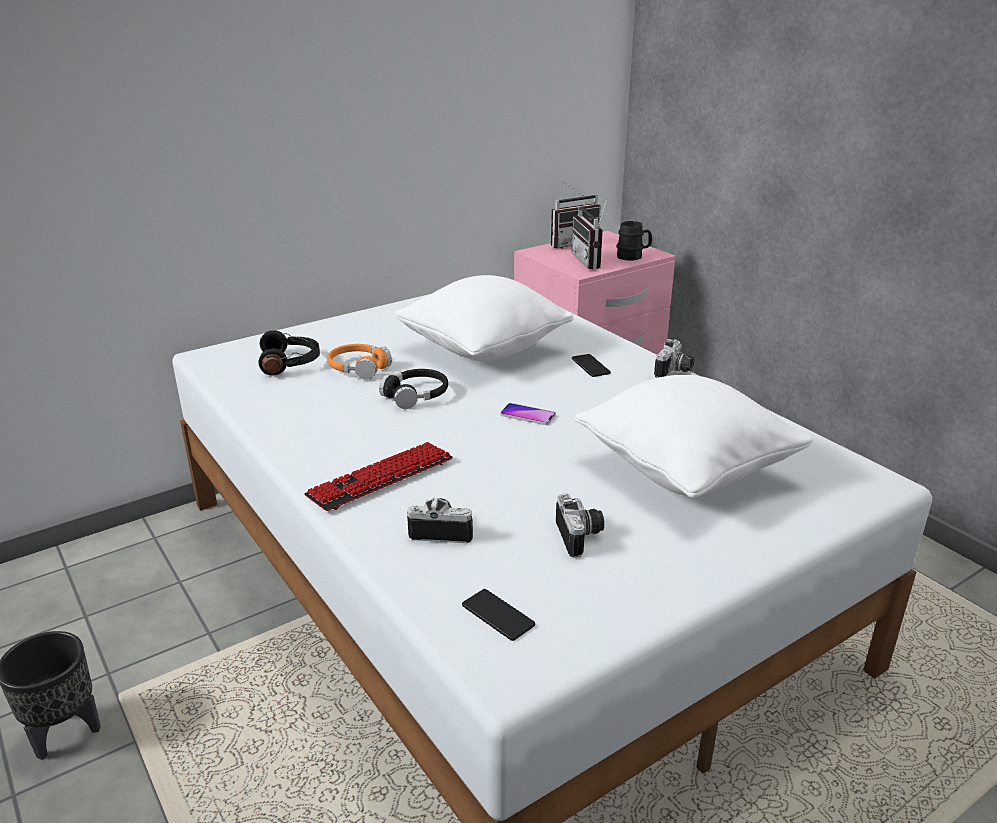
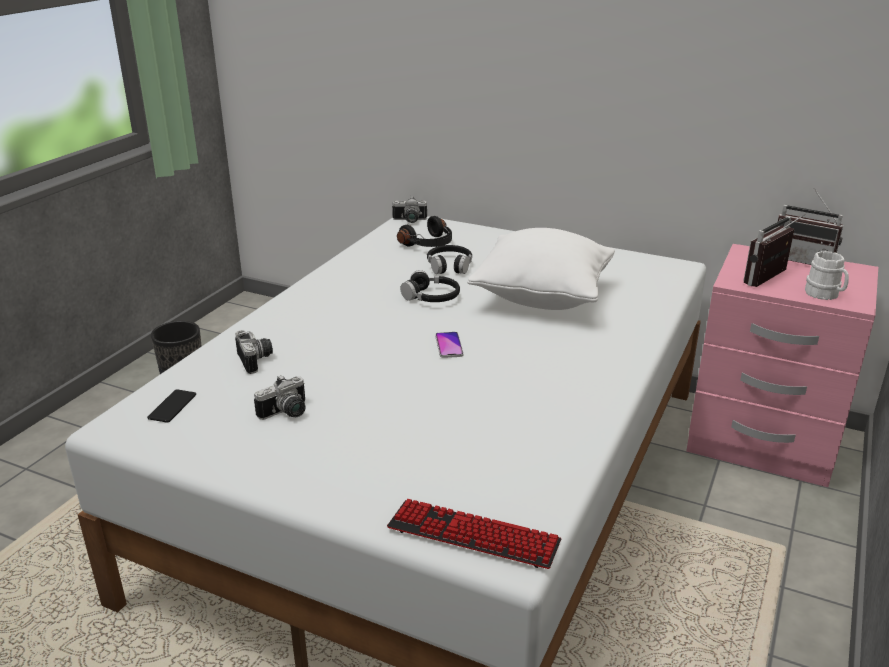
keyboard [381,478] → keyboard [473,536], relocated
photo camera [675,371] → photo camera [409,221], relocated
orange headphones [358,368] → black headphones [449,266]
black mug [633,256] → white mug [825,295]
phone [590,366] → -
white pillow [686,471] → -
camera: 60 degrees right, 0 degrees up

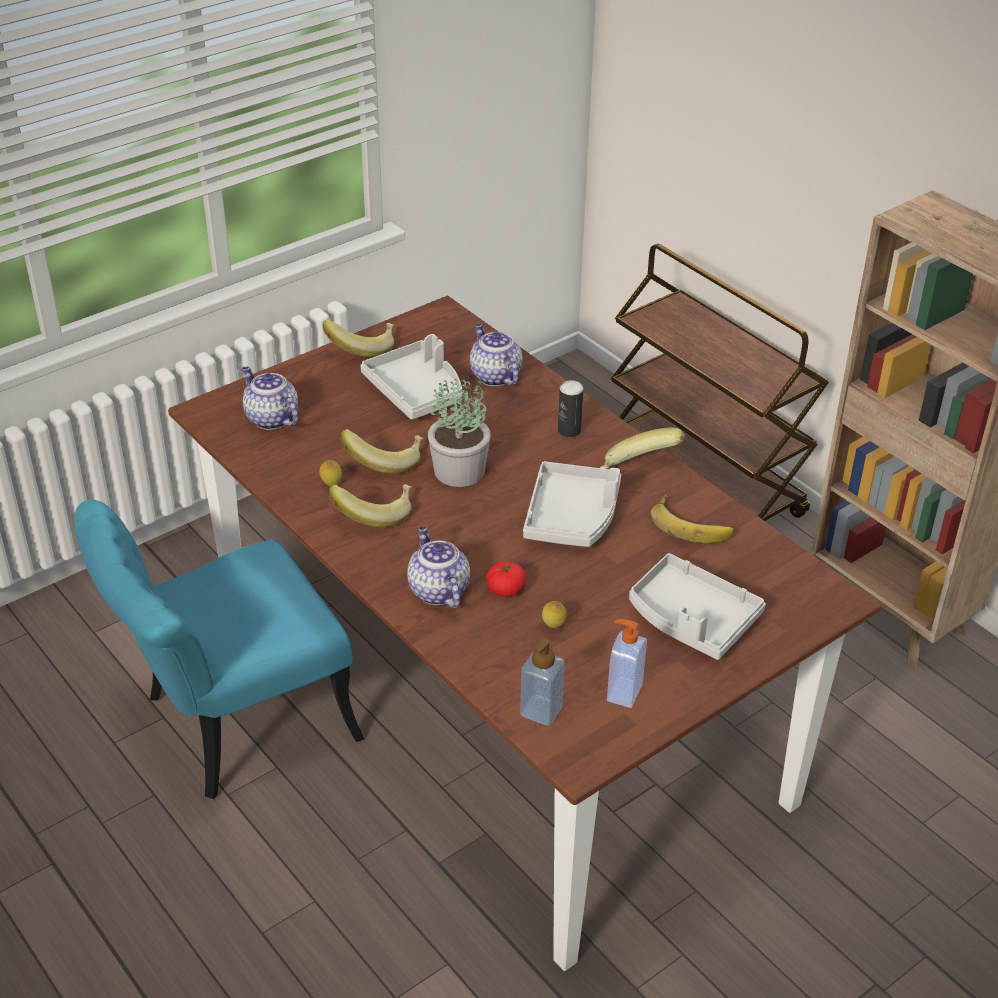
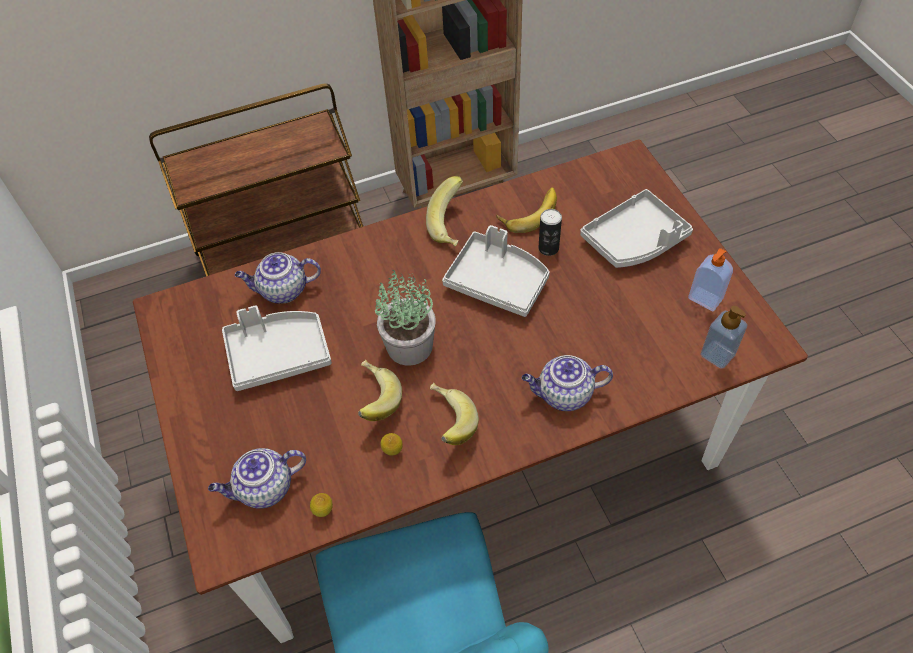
lemon [553,627] → lemon [324,511], relocated
can [569,430] → can [548,248], relocated
banana [362,348] → -
tomato [505,589] → -
camera: 70 degrees left, 15 degrees up

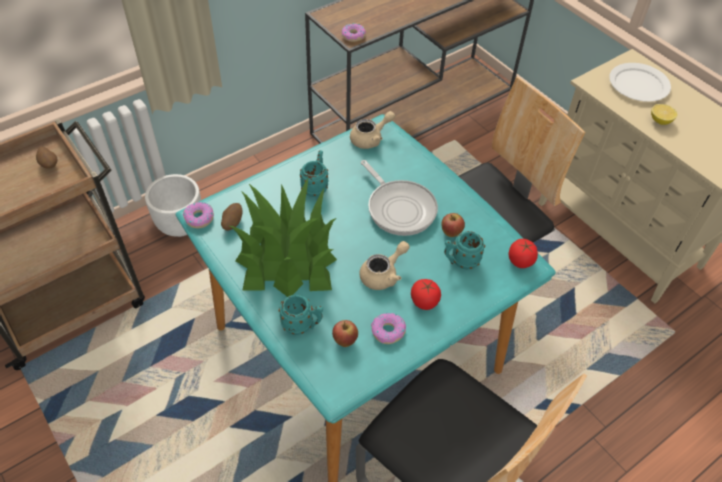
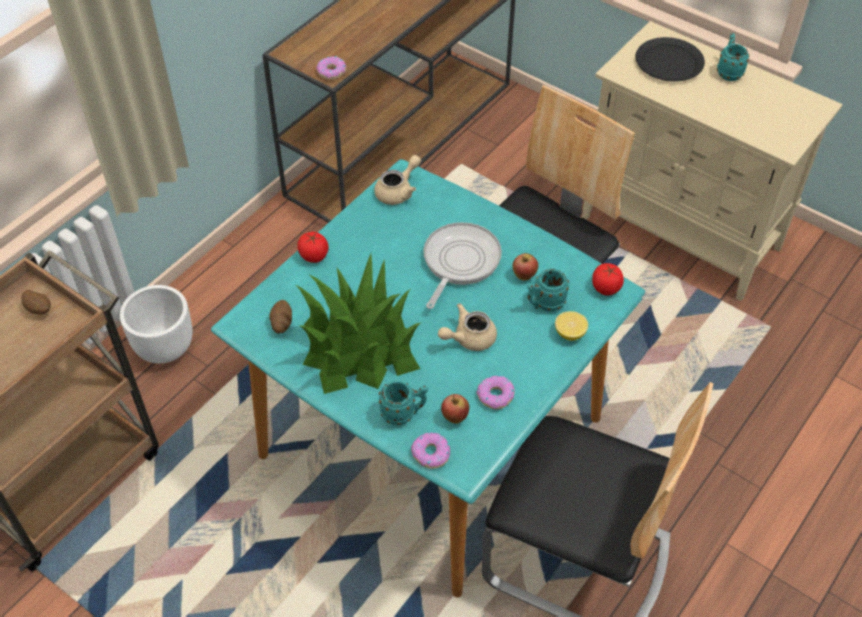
tomato [424,301] → tomato [314,255], relocated
donut [199,218] → donut [431,454], relocated
frying pan [399,208] → frying pan [459,262], 105 degrees counterclockwise
beige teapot [383,274] → beige teapot [469,338], 150 degrees counterclockwise
lemon [660,121] → lemon [570,333], relocated
white plate [638,84] → black plate [668,62]
turquoise mug [316,186] → turquoise mug [728,71], relocated
camera: 15 degrees left, 0 degrees up

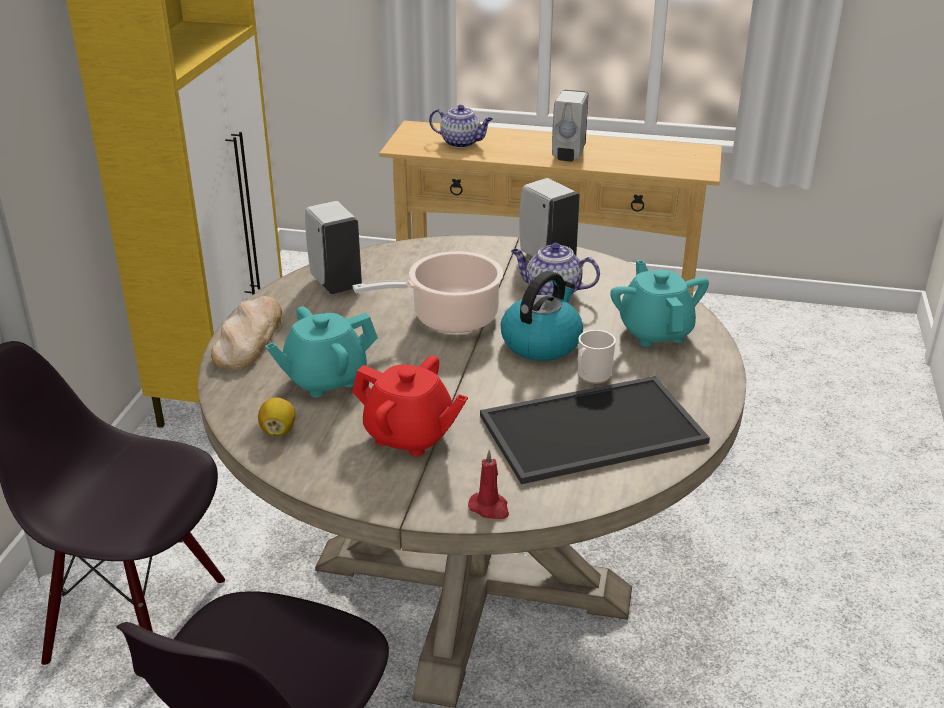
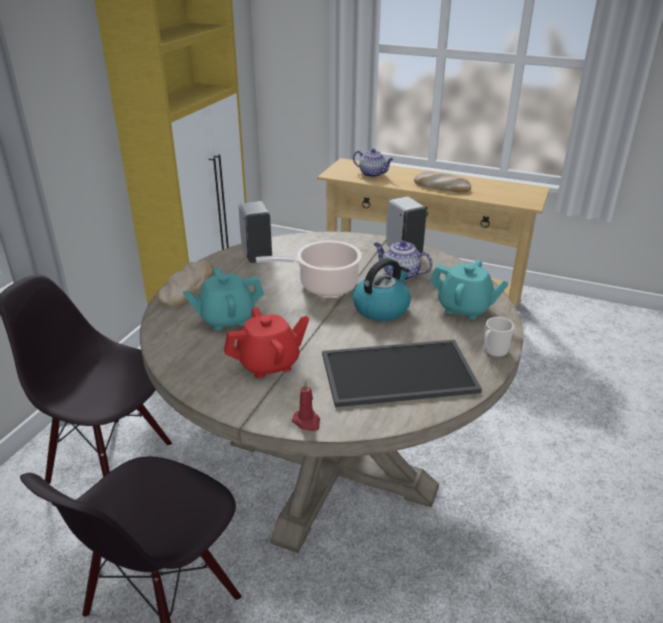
red teapot [410,436] → red teapot [269,364], 60 degrees counterclockwise
white soap dispenser [568,155] → bread [441,186]
turquoise teapot [655,332] → turquoise teapot [464,308], 120 degrees clockwise
mug [591,376] → mug [493,351], relocated
lemon [278,430] → -
camera: 10 degrees right, 0 degrees up

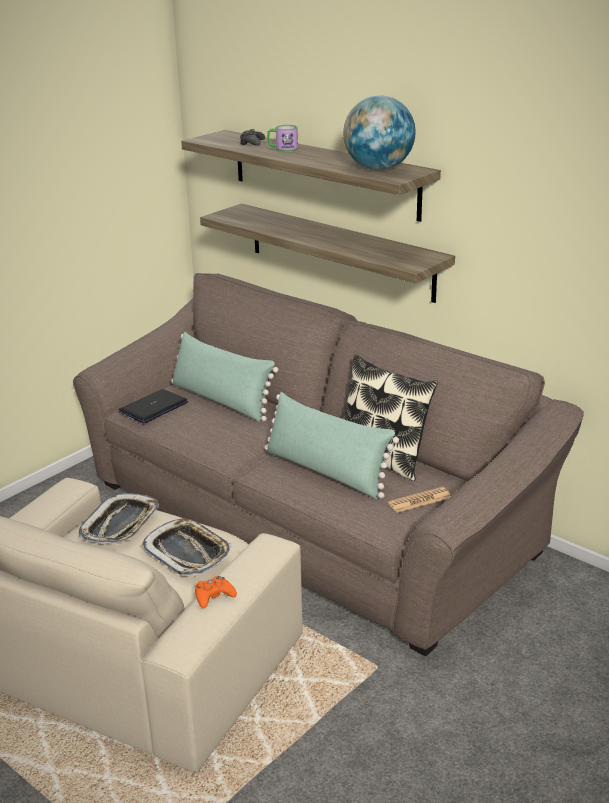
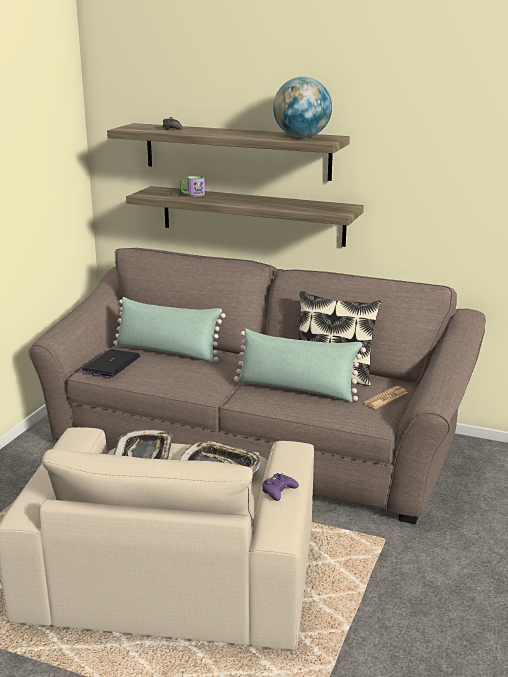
mug [282,149] → mug [192,194], relocated
orange game controller [213,596] → purple game controller [278,491]
camera: 20 degrees left, 5 degrees down

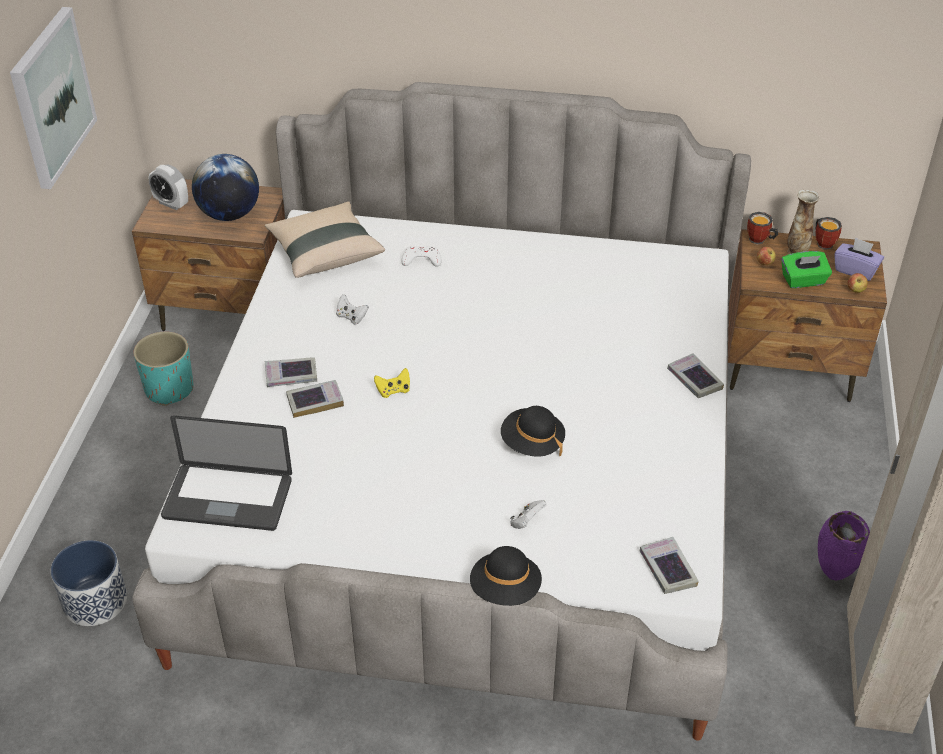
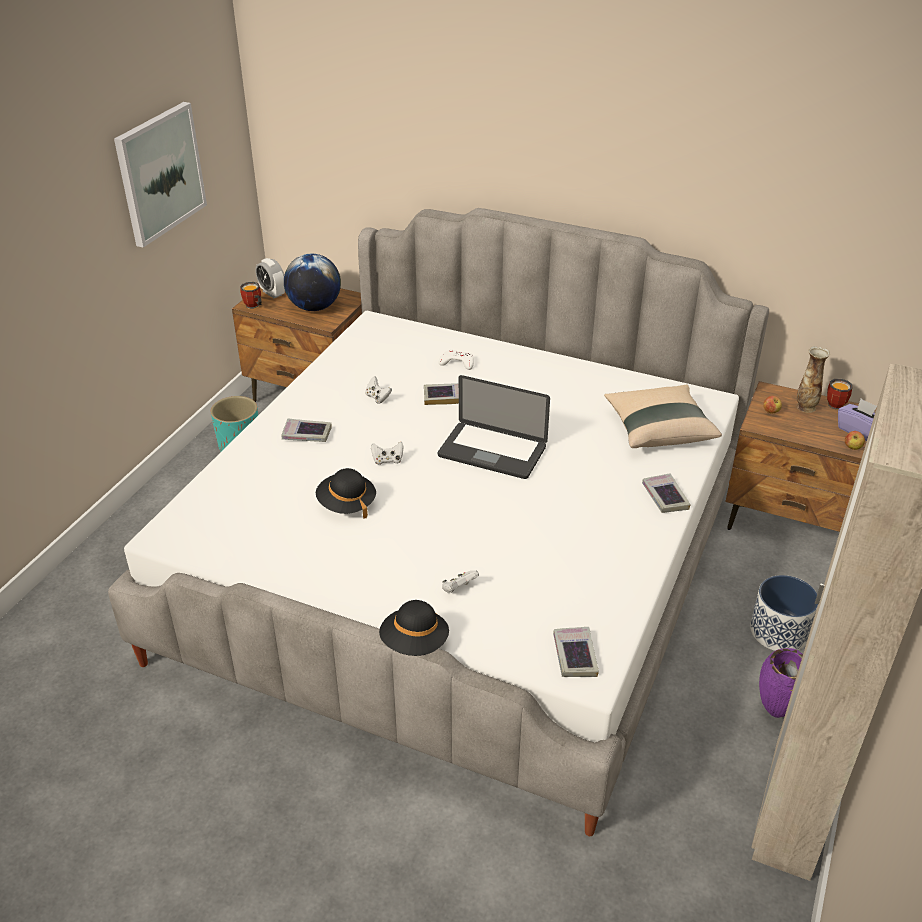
mug [759,241] → mug [253,306], relocated
black hat [532,443] → black hat [346,504], relocated
yellow game controller [393,391] → white game controller [387,460]
book [315,401] → book [445,397], relocated
laptop [228,499] → laptop [492,452], relocated
beige pillow [325,253] → beige pillow [658,430], relocated
planter [95,601] → planter [778,631], relocated
green tissue box [803,281] → -
camera: 15 degrees right, 5 degrees down

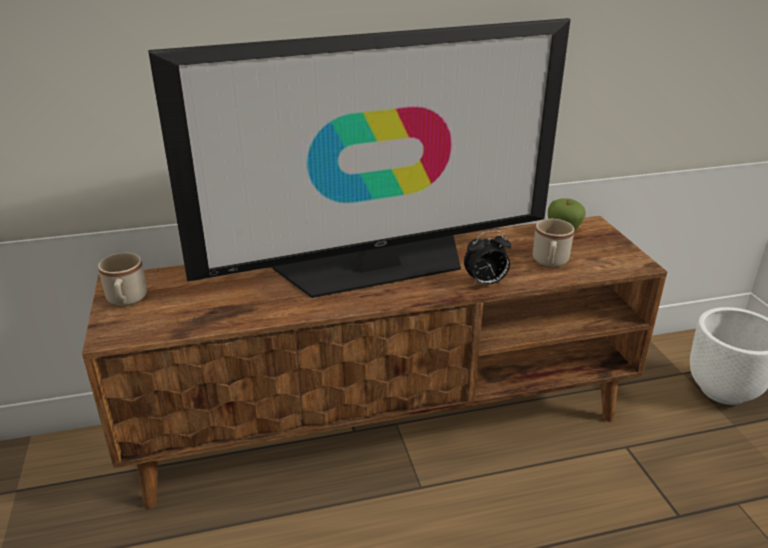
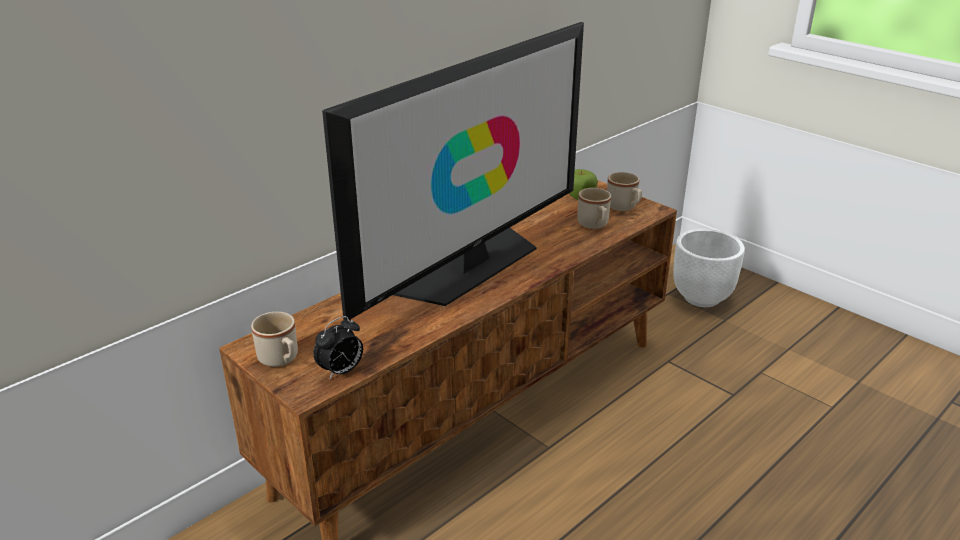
alarm clock [485,283] → alarm clock [341,371], relocated
- → beige mug [624,207]
camera: 30 degrees left, 0 degrees up

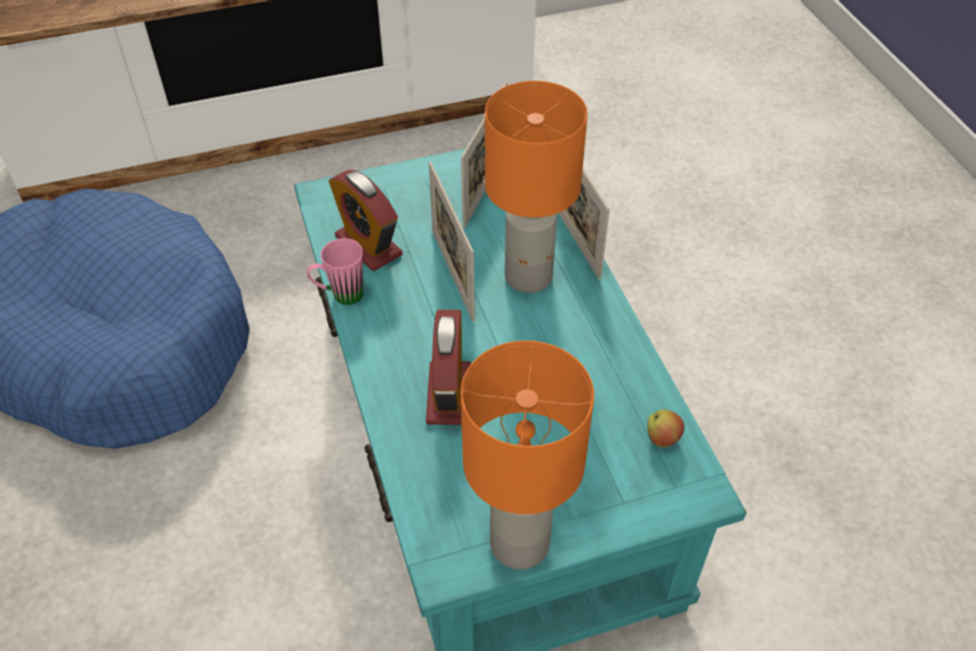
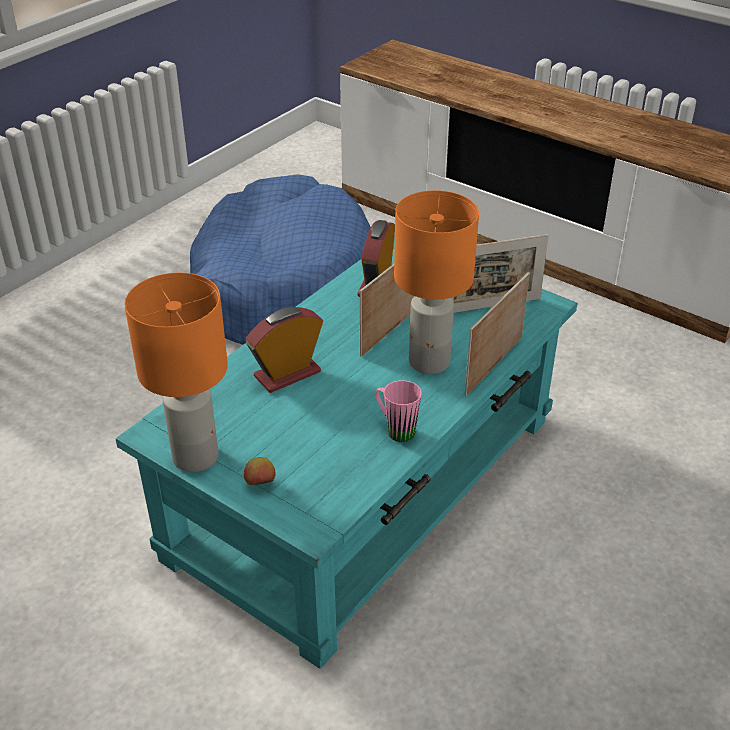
apple [662,439] → apple [260,484], relocated
pink mug [340,295] → pink mug [395,429], relocated
camera: 55 degrees right, 10 degrees down

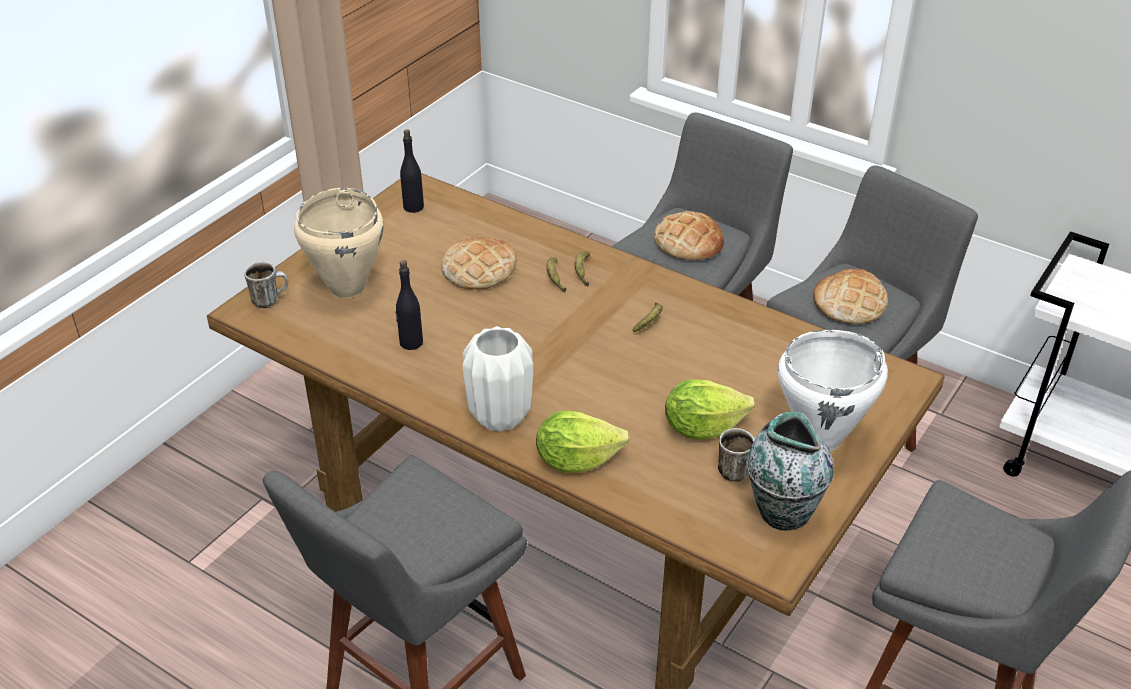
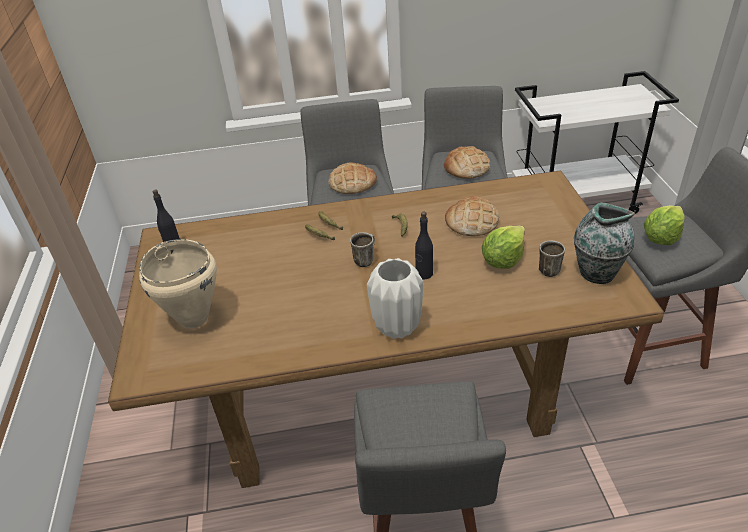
mug [270,300] → mug [365,259], relocated
black bottle [411,343] → black bottle [424,274], relocated
bread [479,269] → bread [471,221], relocated
lettuce [576,460] → lettuce [661,238], relocated
white cooking pot [822,438] → -
camera: 40 degrees left, 0 degrees up

